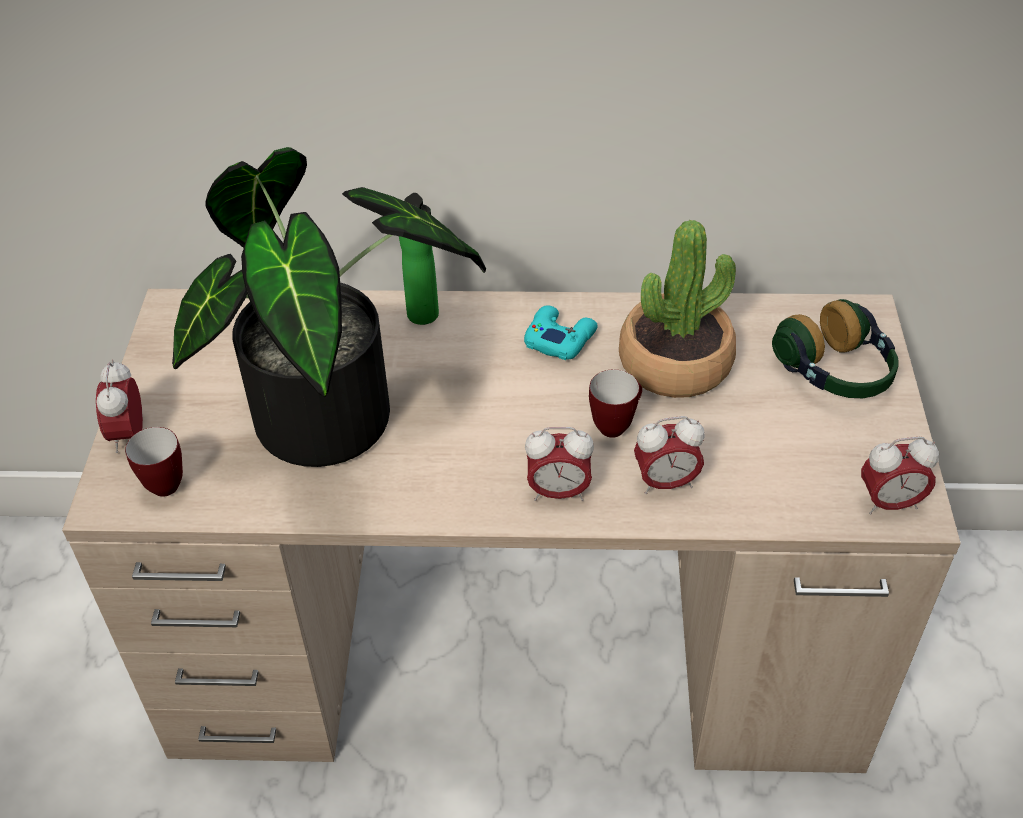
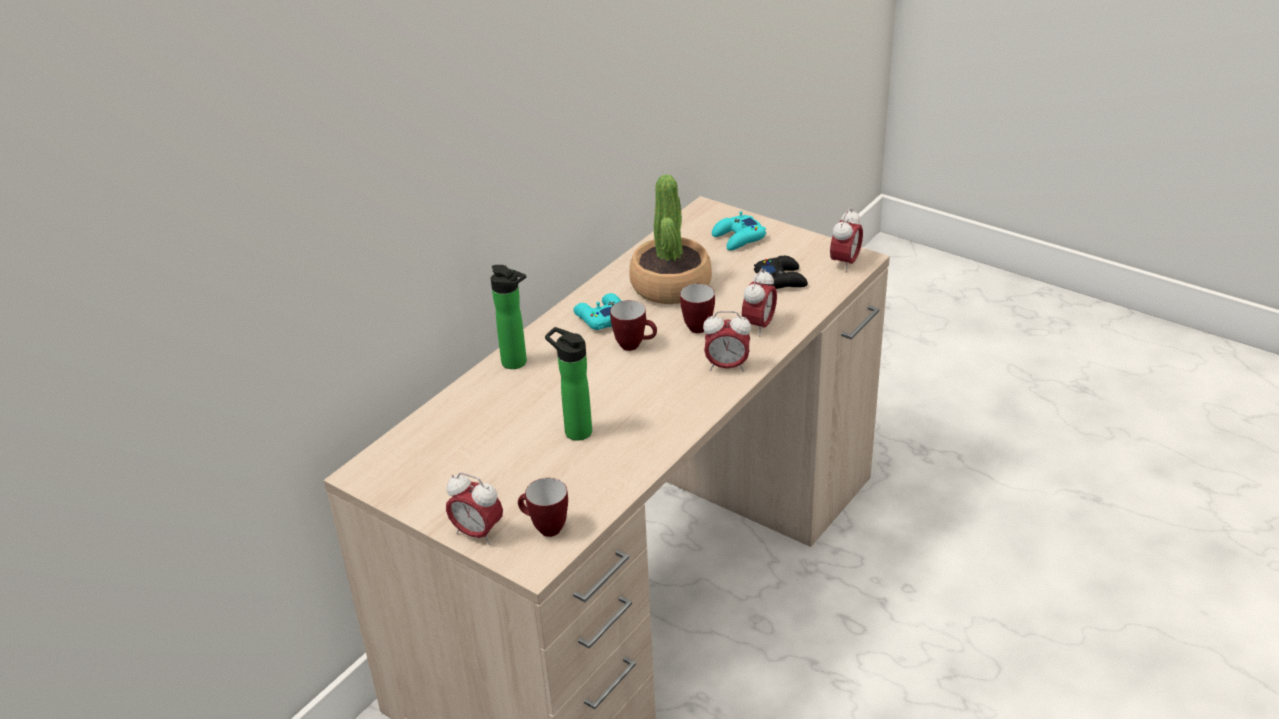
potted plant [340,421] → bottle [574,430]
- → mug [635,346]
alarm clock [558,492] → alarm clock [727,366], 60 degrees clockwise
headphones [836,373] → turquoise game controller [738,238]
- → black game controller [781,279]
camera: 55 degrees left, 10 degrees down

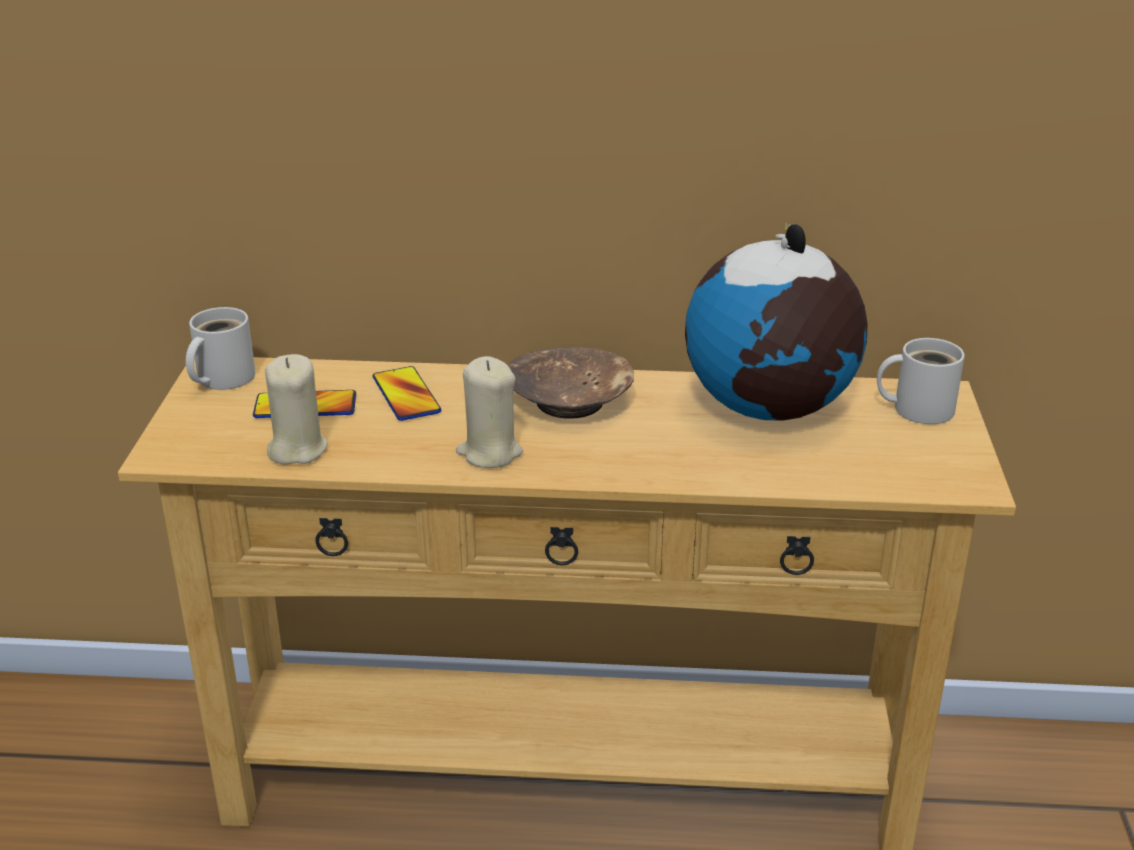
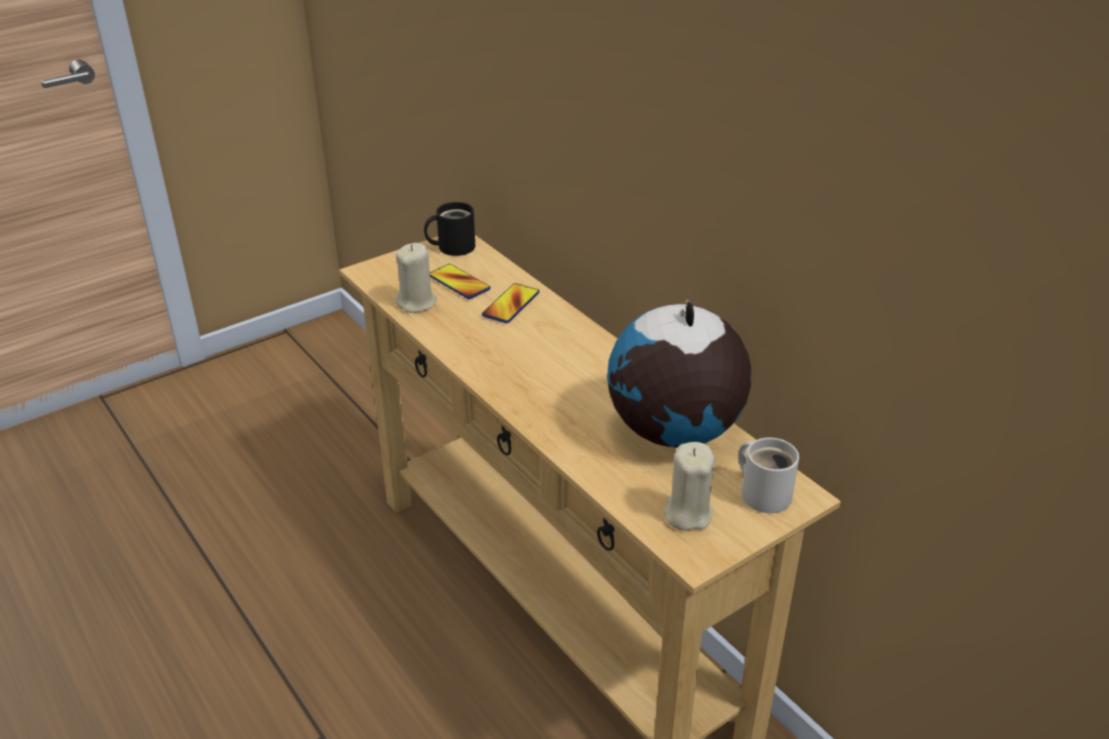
white mug [221,378] → black mug [452,246]
beige candle [489,453] → beige candle [687,514], relocated
brown bowl [570,402] → -
camera: 50 degrees right, 5 degrees up

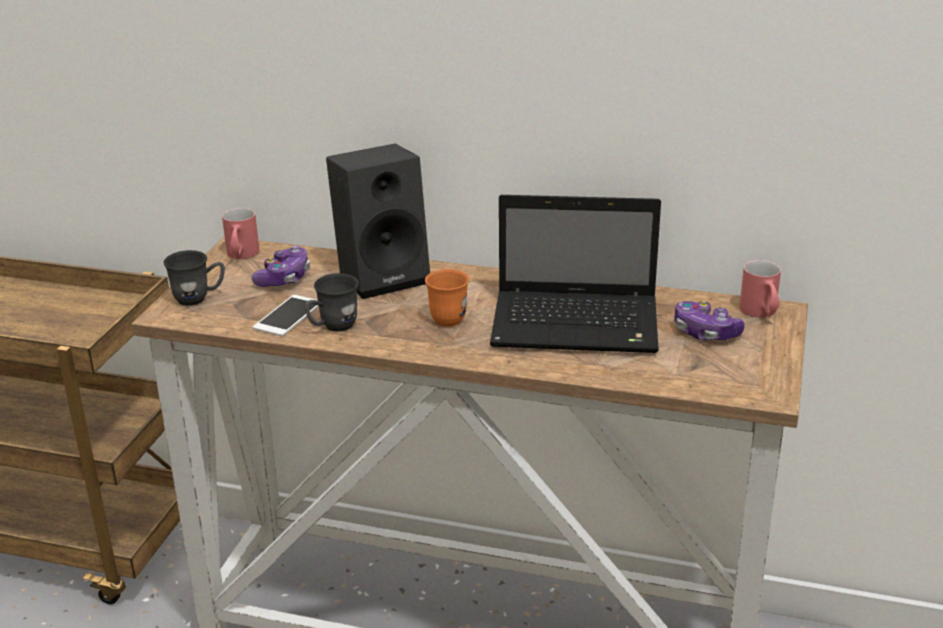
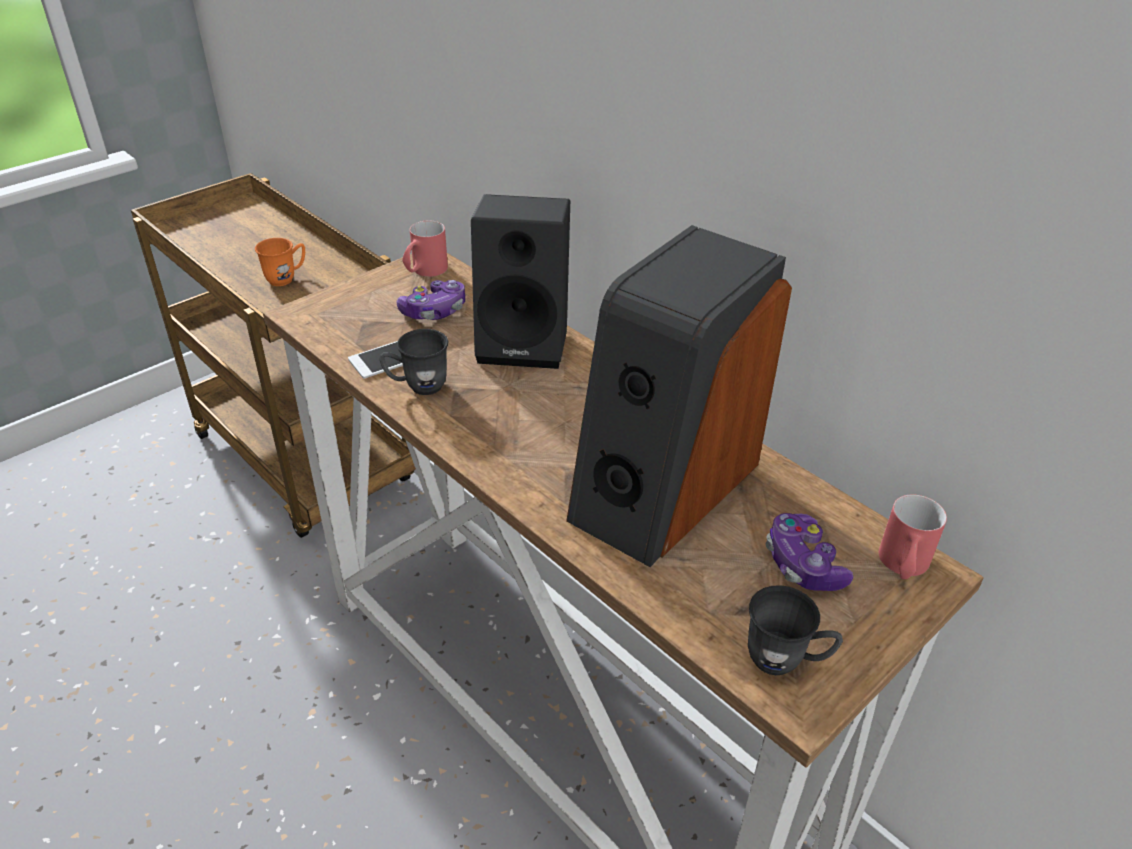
orange mug [451,316] → orange mug [286,278], relocated
laptop [579,325] → speaker [663,488]
grey mug [199,298] → grey mug [785,661], relocated
camera: 30 degrees right, 10 degrees up

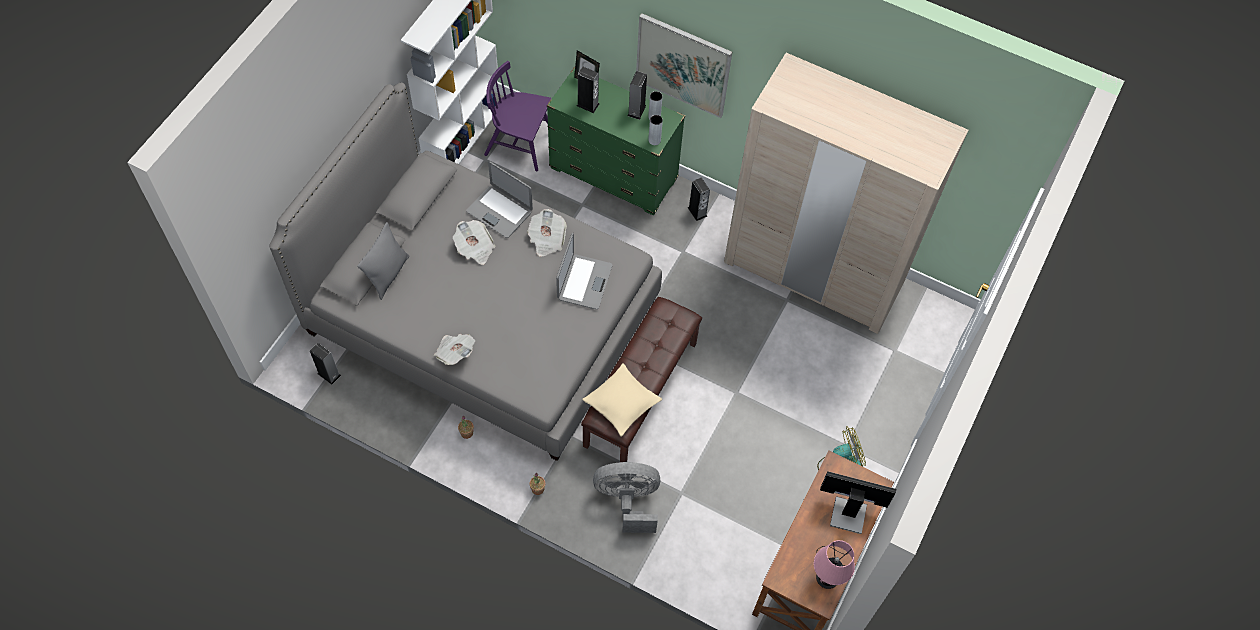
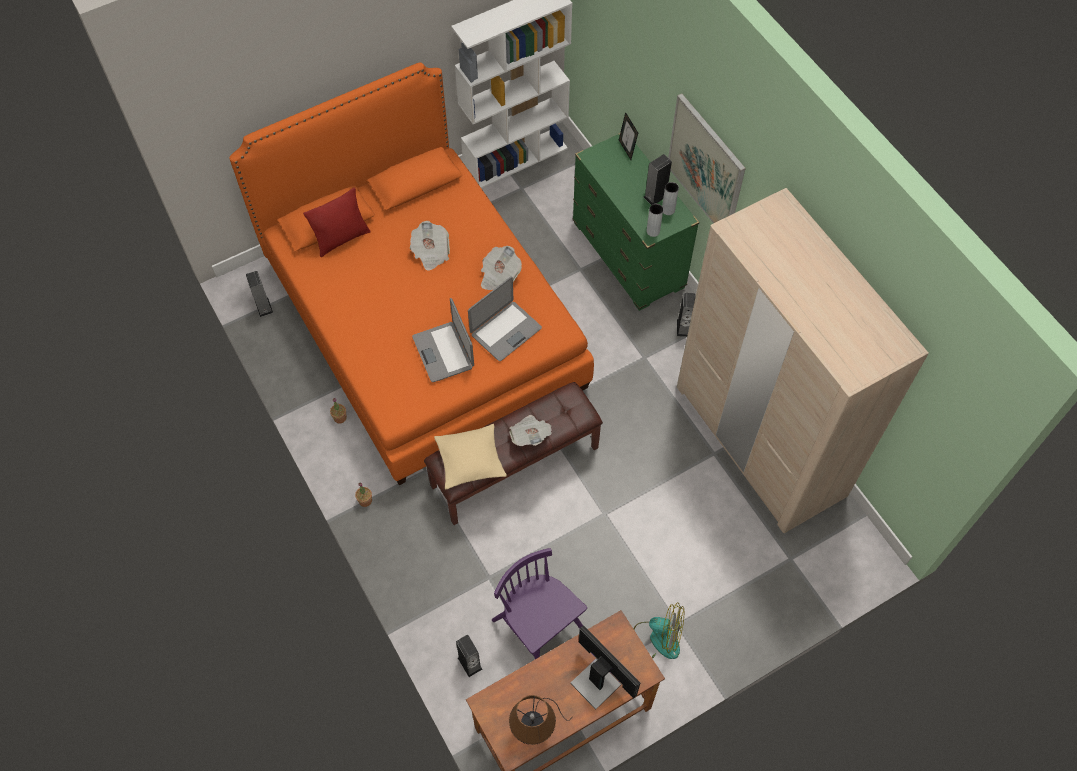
grey bed [482,316] → orange bed [423,323]
grey pillow [388,274] → red pillow [342,239]
laptop [500,211] → laptop [444,352], relocated
speaker [588,104] → speaker [470,663], relocated
purple chair [520,143] → purple chair [539,627], relocated
newspaper [455,352] → newspaper [530,435], relocated
pink table lamp [827,574] → brown table lamp [534,728]
grey fan [628,500] → -
camera: 35 degrees right, 0 degrees up

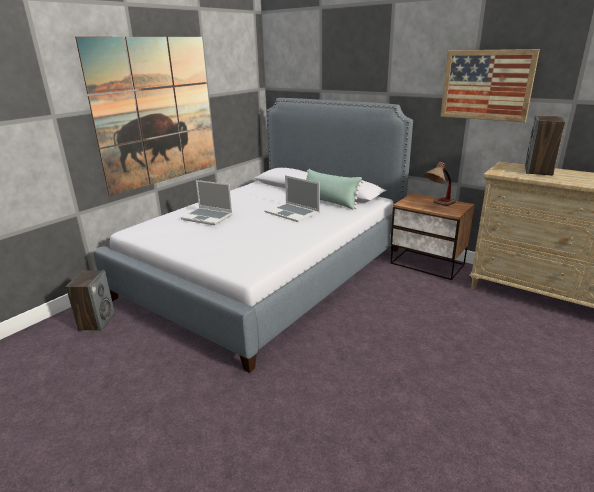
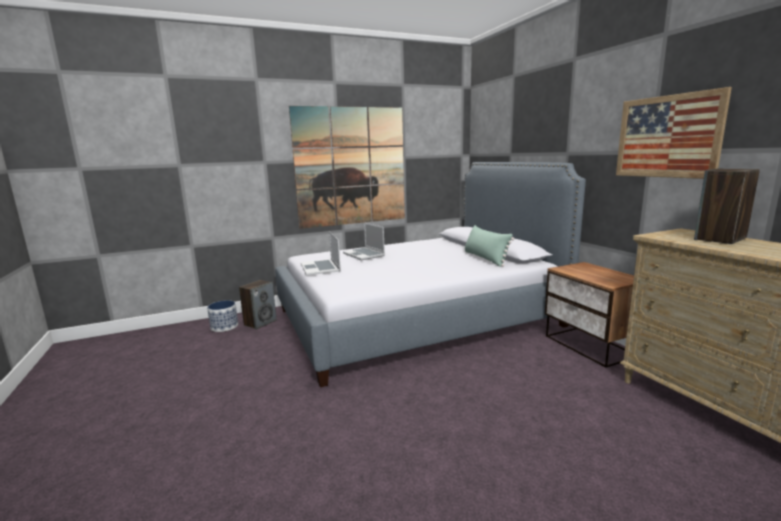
- → planter [224,327]
laptop [292,212] → laptop [320,267], relocated
table lamp [438,205] → -
camera: 30 degrees right, 10 degrees down

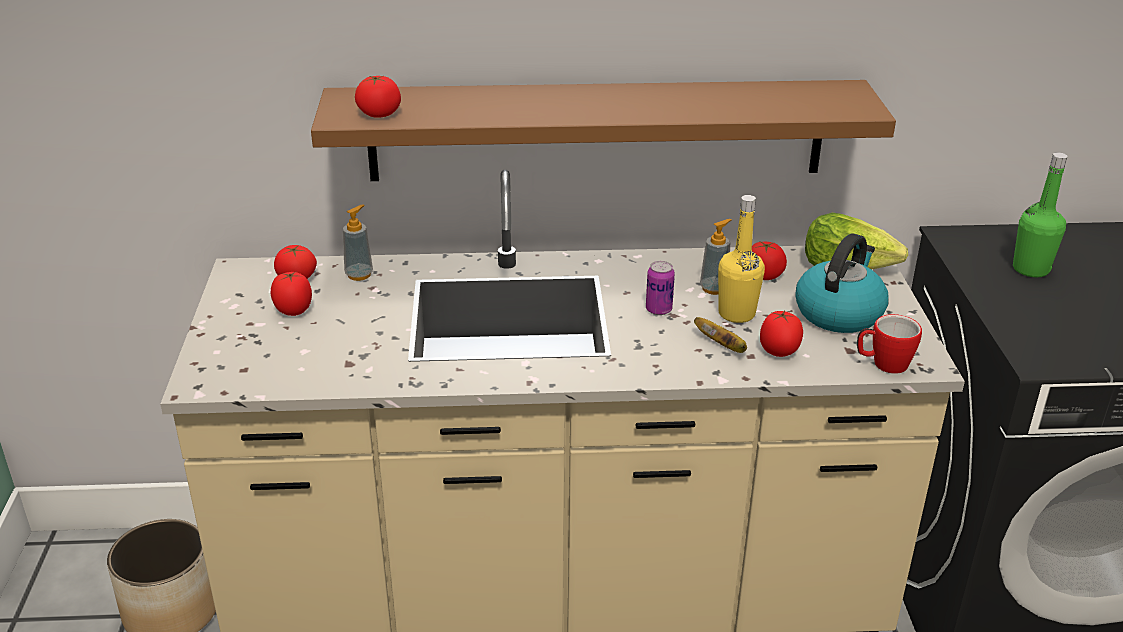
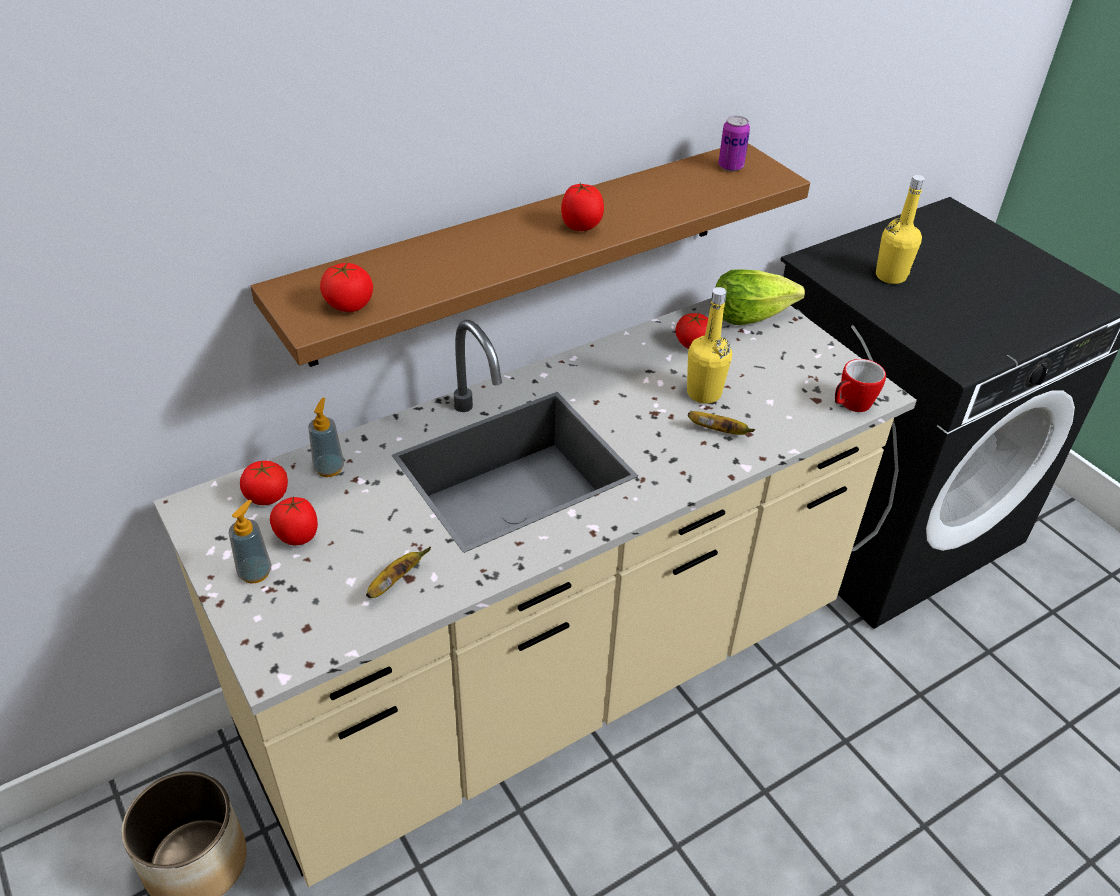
soap dispenser [714,288] → soap dispenser [255,572], relocated
- → banana [395,581]
tomato [779,352] → tomato [581,227], relocated
can [658,310] → can [730,166], relocated
green bottle [1030,269] → yellow bottle [890,276]
kettle [839,312] → -
camera: 30 degrees left, 10 degrees up

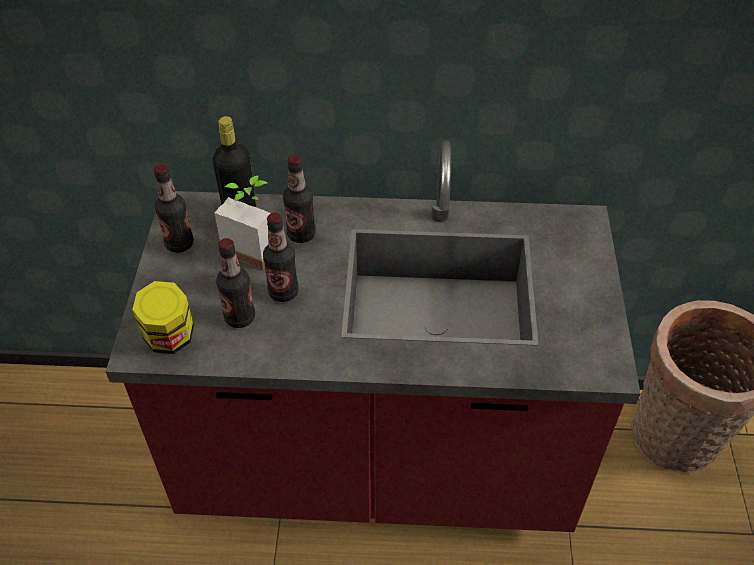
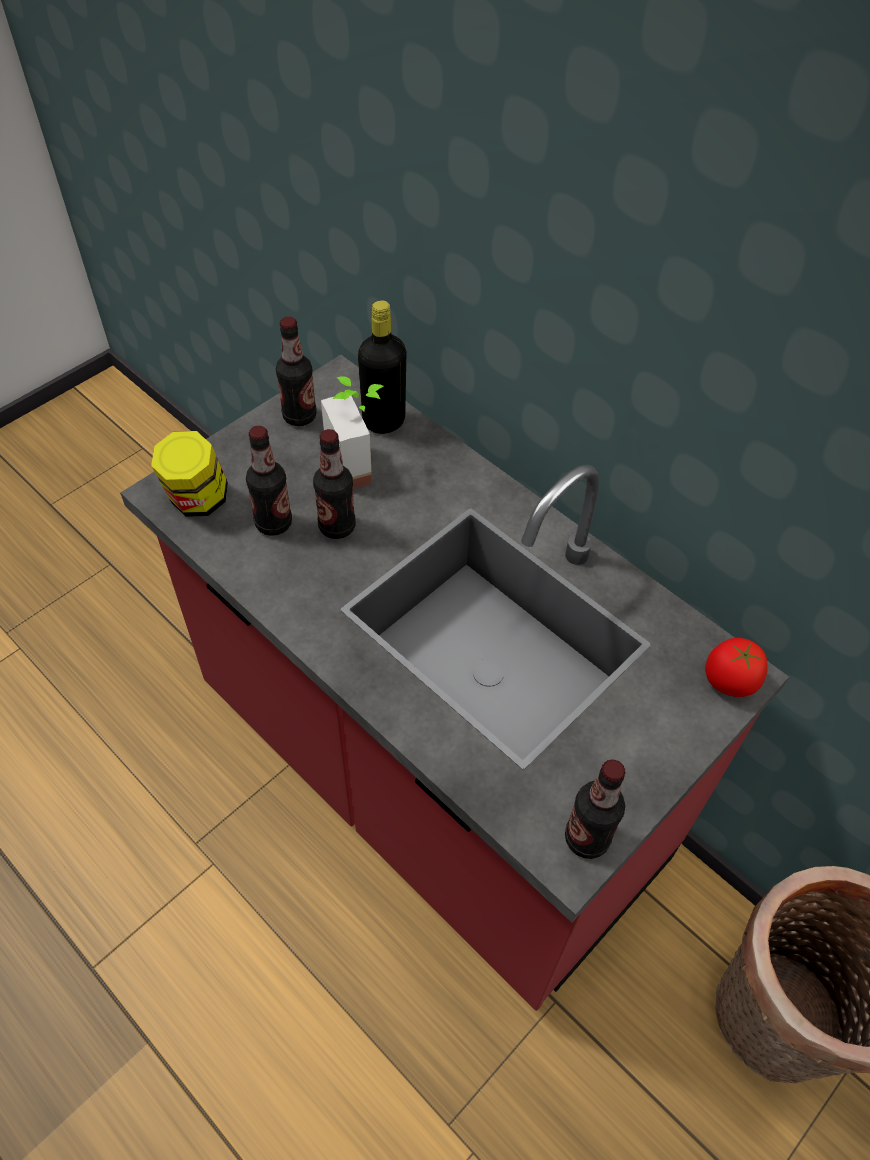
bottle [301,234] → bottle [586,838], relocated
- → tomato [728,682]
camera: 40 degrees right, 5 degrees up

